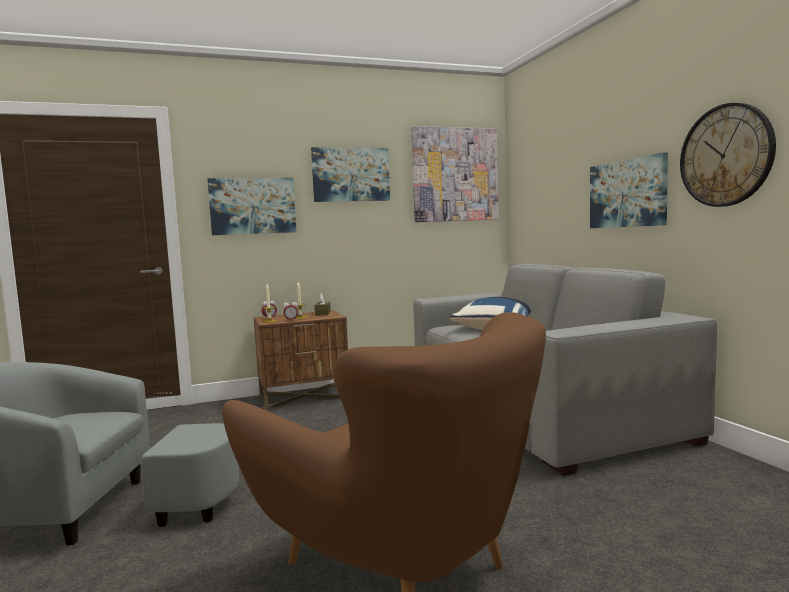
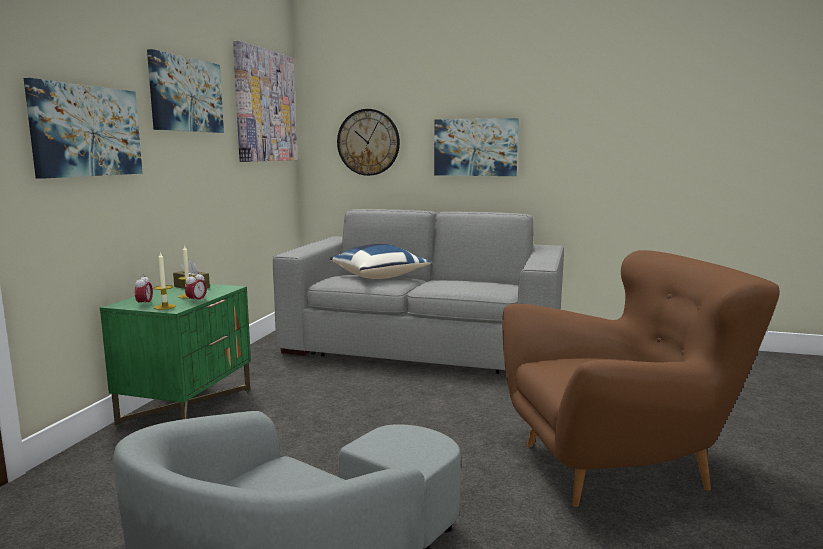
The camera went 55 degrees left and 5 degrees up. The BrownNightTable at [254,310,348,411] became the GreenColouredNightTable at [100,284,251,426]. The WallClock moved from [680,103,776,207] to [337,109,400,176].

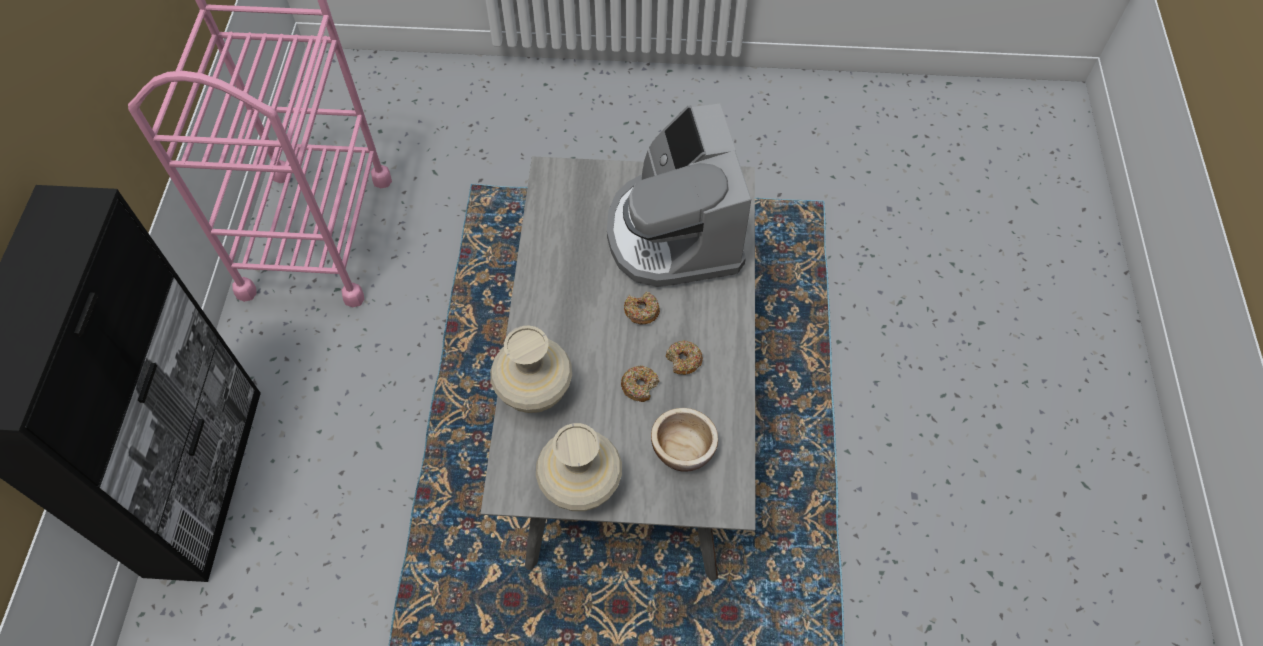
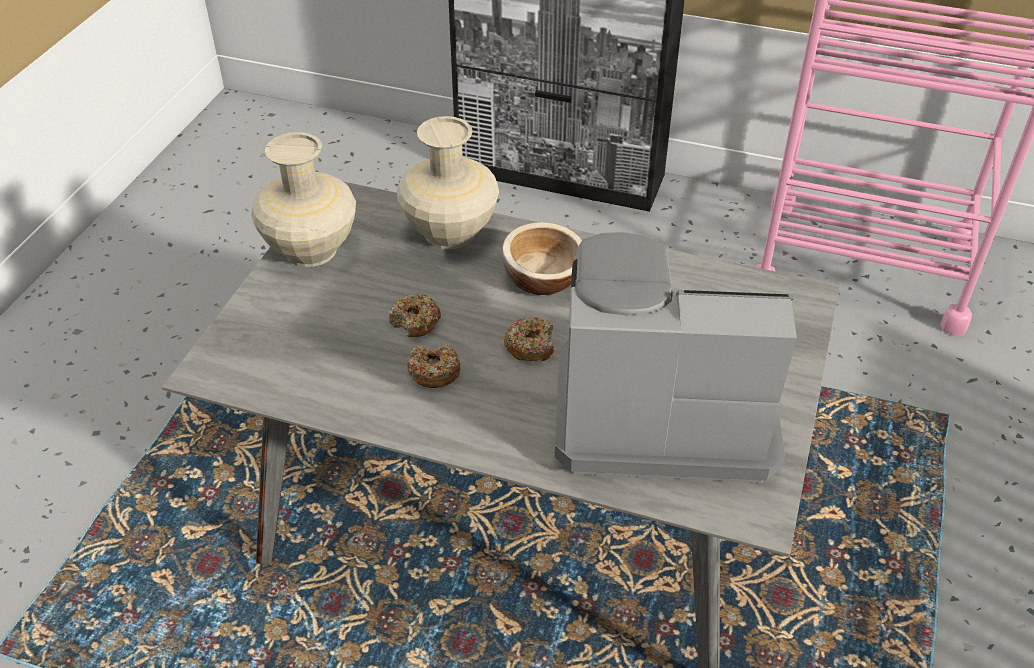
The camera went 105 degrees right and 15 degrees down. The ServingBowl moved from [651,408,718,472] to [502,222,582,295].

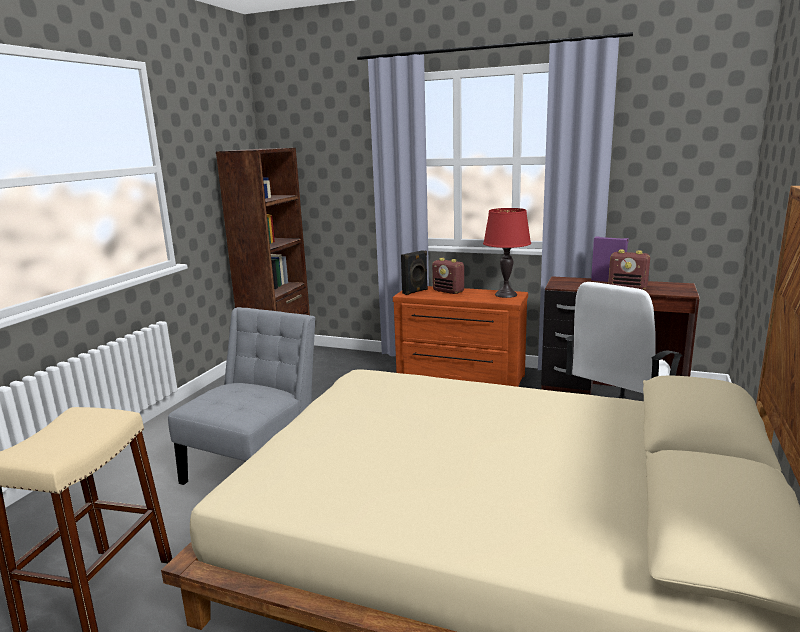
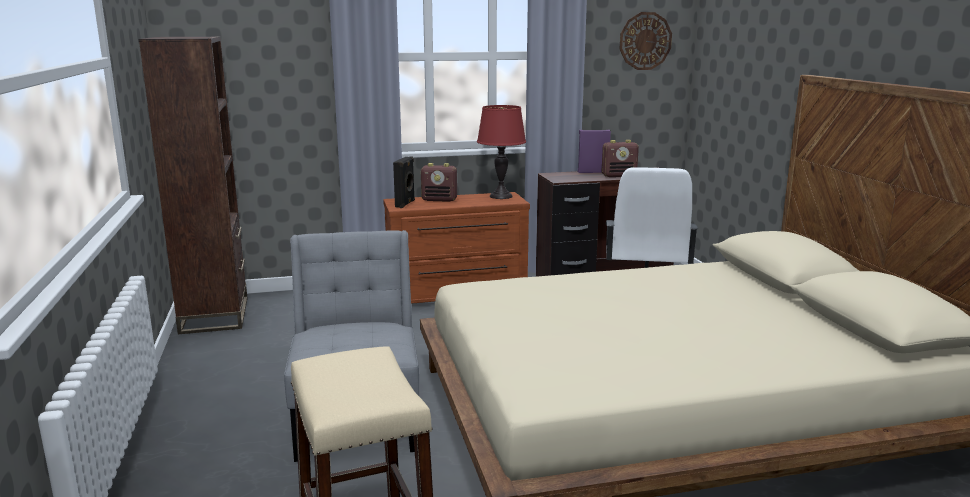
The camera went 35 degrees left and 0 degrees up. The WallClock at [620,12,672,70] appeared.

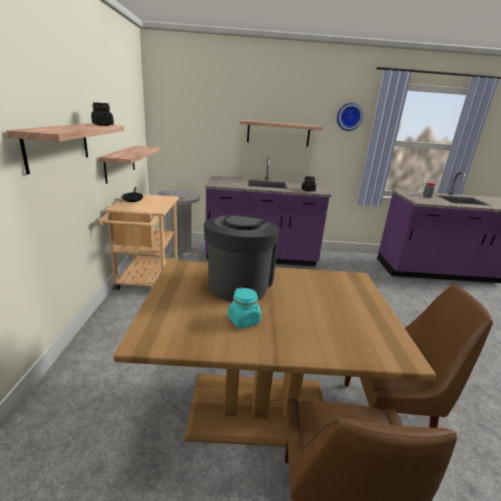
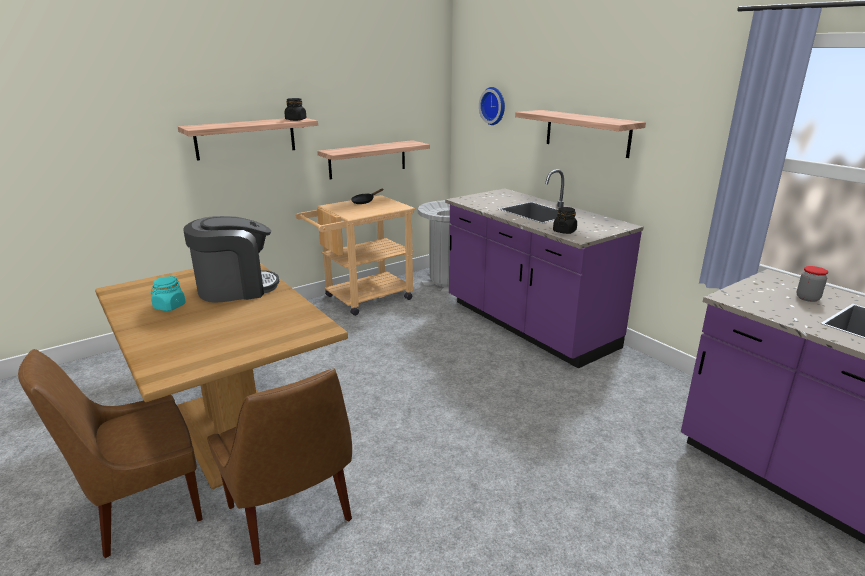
The camera went 55 degrees right and 0 degrees up. The WallClock moved from [337,103,363,131] to [479,87,505,125].

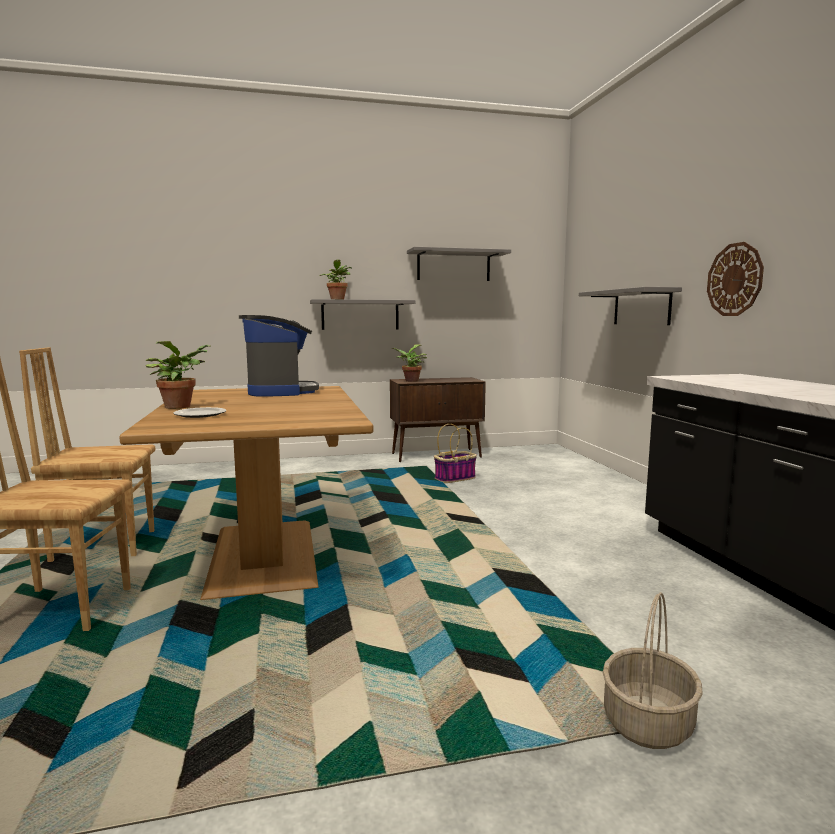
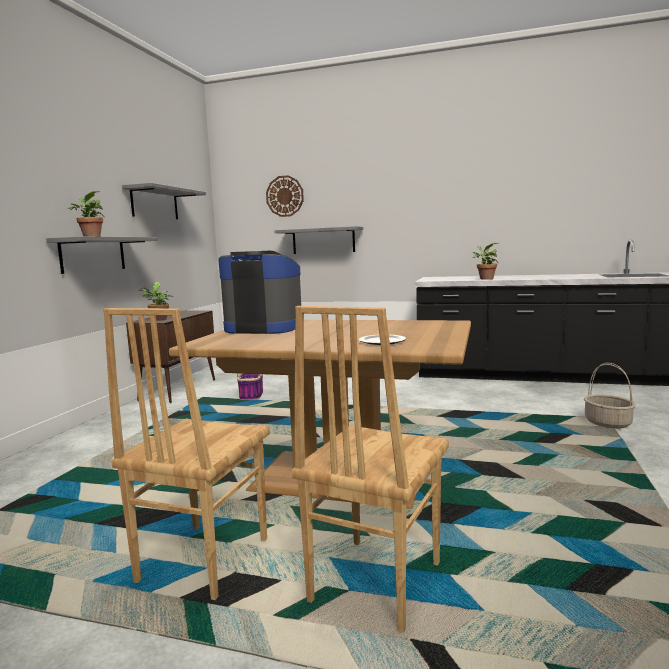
The camera went 60 degrees left and 0 degrees up. The WallClock moved from [707,242,764,316] to [266,175,304,217]. The Houseplant moved from [145,341,212,409] to [472,243,499,280].

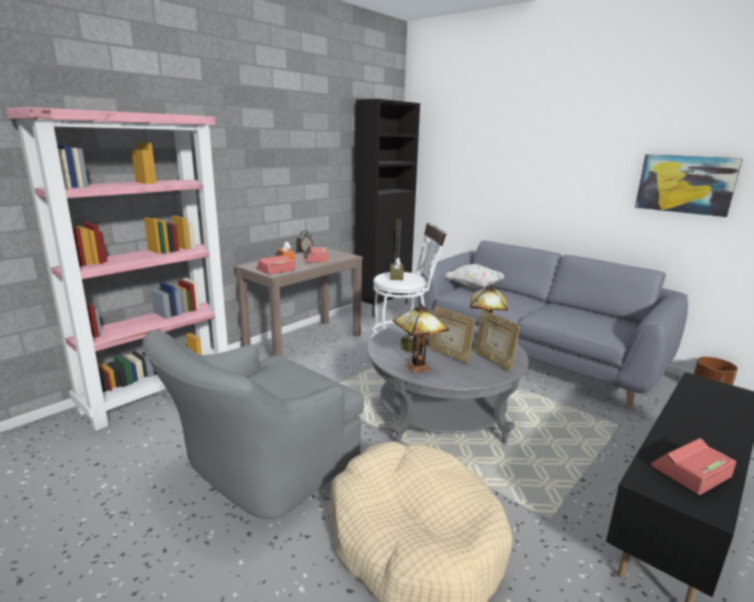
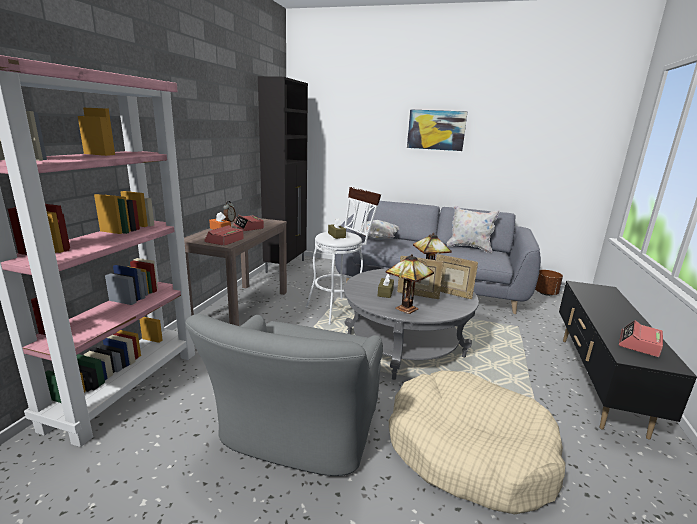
The camera went 25 degrees left and 0 degrees up. The WallPicture moved from [635,154,743,217] to [407,109,467,151]. The WhitishCushion at [446,205,500,253] appeared.

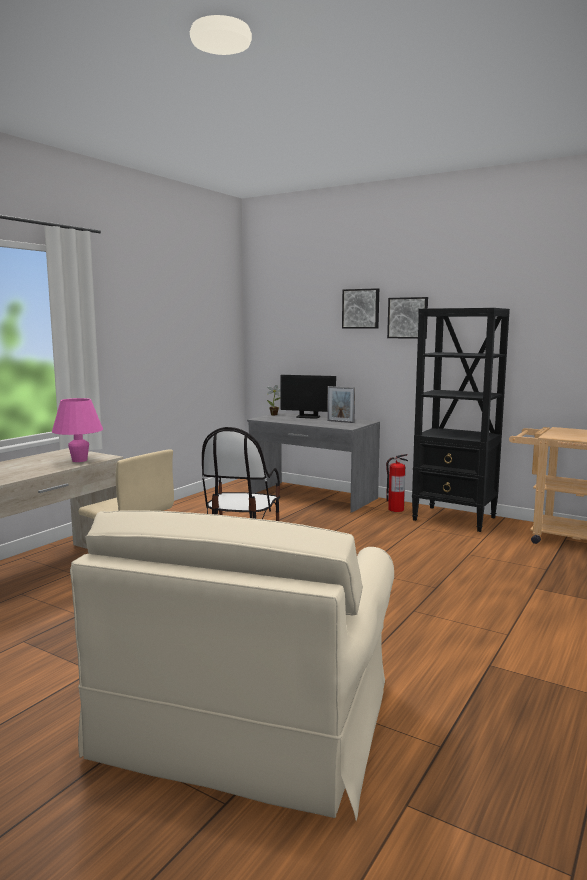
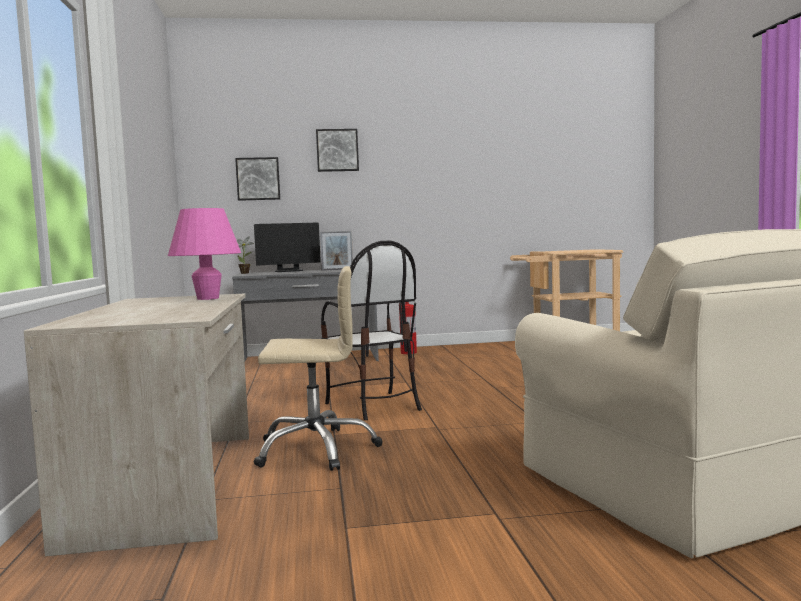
The camera went 40 degrees left and 5 degrees down. The WallPicture moved from [387,297,428,339] to [235,157,280,201]. The BlackShelvingUnit at [412,308,510,532] disappeared.

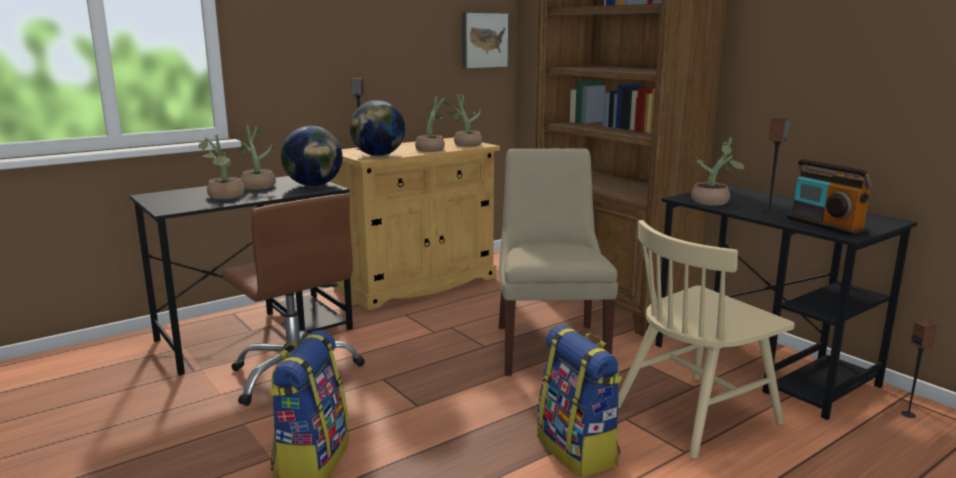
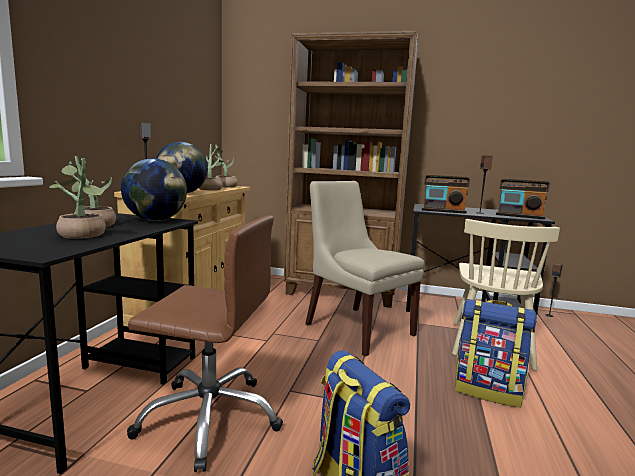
The camera went 40 degrees left and 5 degrees down. The Houseplant at [691,138,745,206] was replaced by the Radio at [422,175,470,214]. The WallPicture at [462,11,509,69] disappeared.

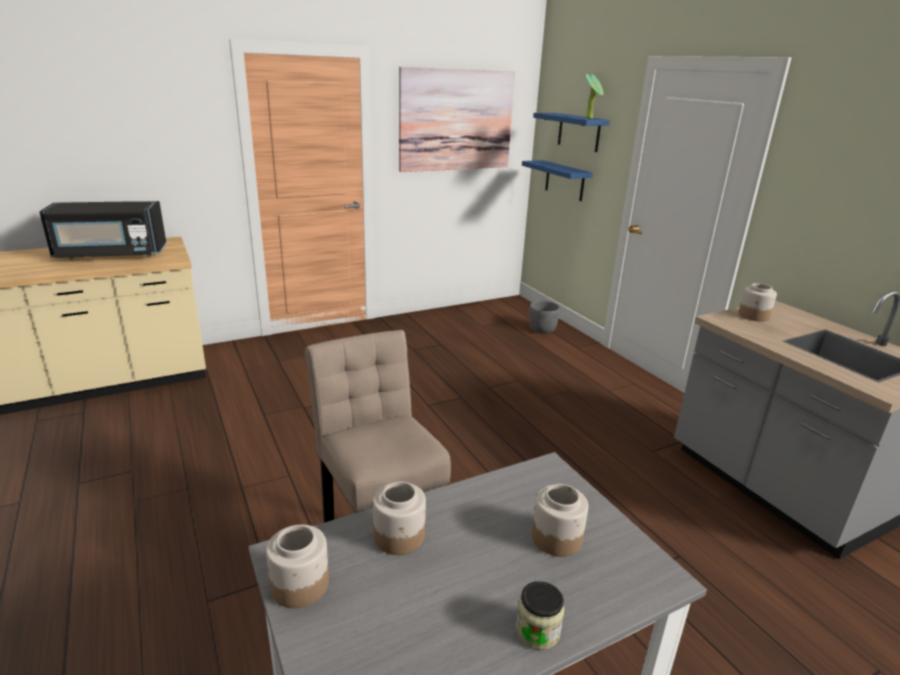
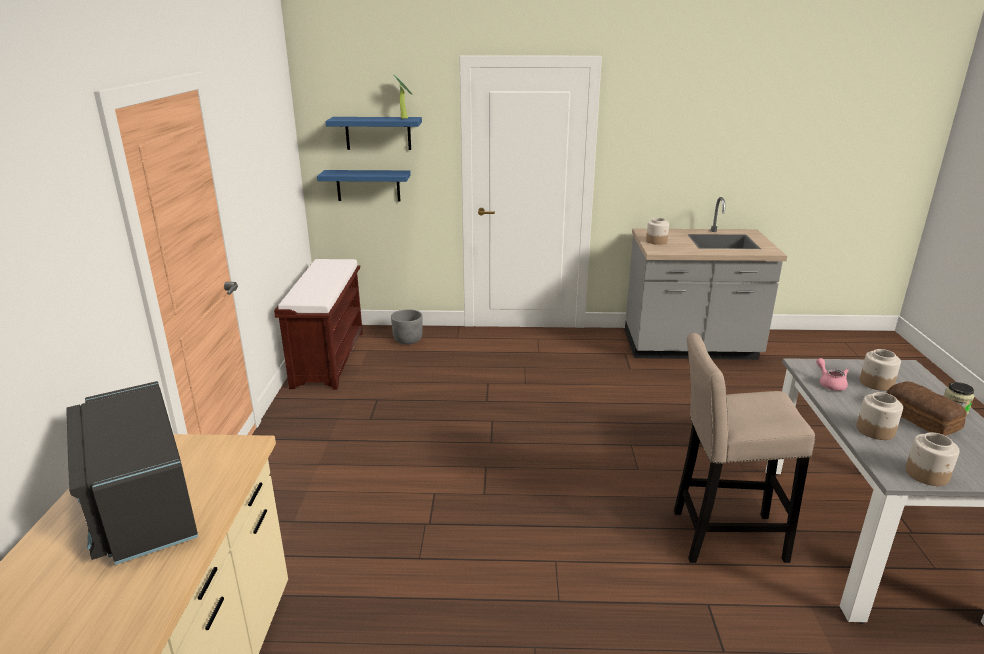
The camera went 60 degrees left and 0 degrees up. The BlackMicrowave at [39,201,166,259] turned 135 degrees clockwise. The BrownIndoorBench at [274,259,363,390] appeared. The PinkishTeapot at [816,358,849,391] appeared. The Bread at [887,382,967,436] appeared. The WallPicture at [399,67,515,172] disappeared.

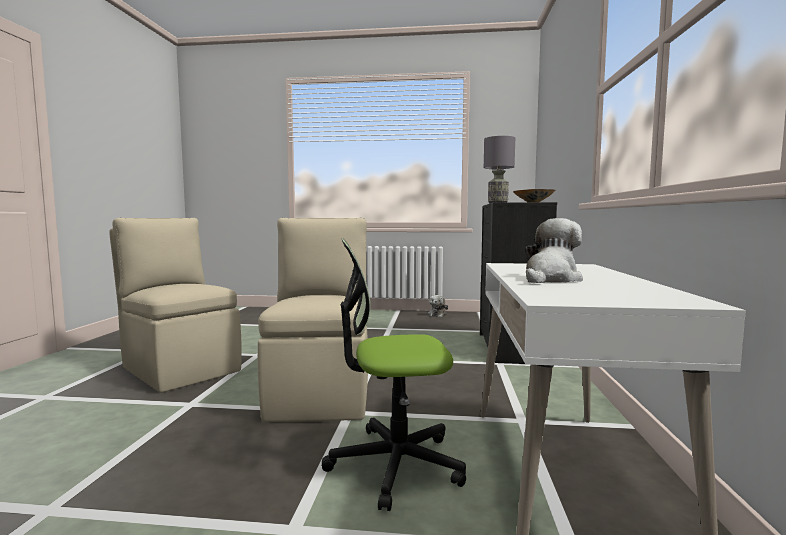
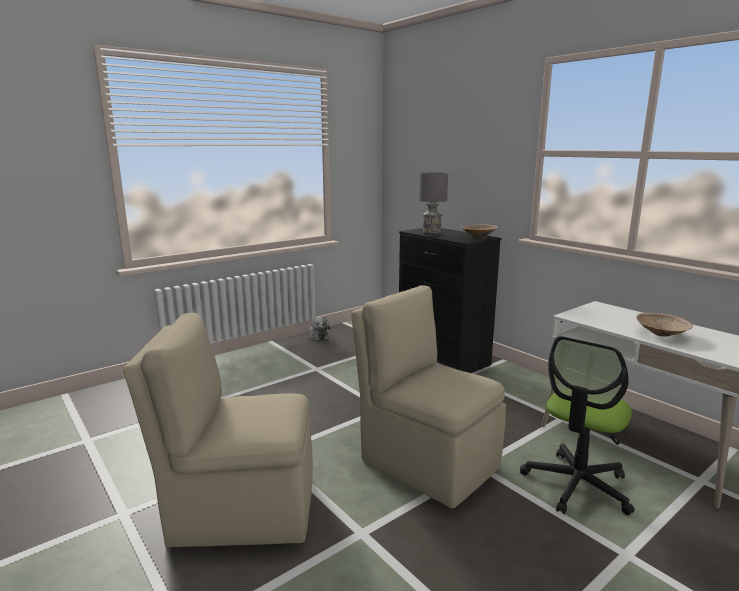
The camera went 45 degrees left and 10 degrees up. The PlushToy at [525,218,583,283] was replaced by the BeigeColouredServingBowl at [636,313,693,337].

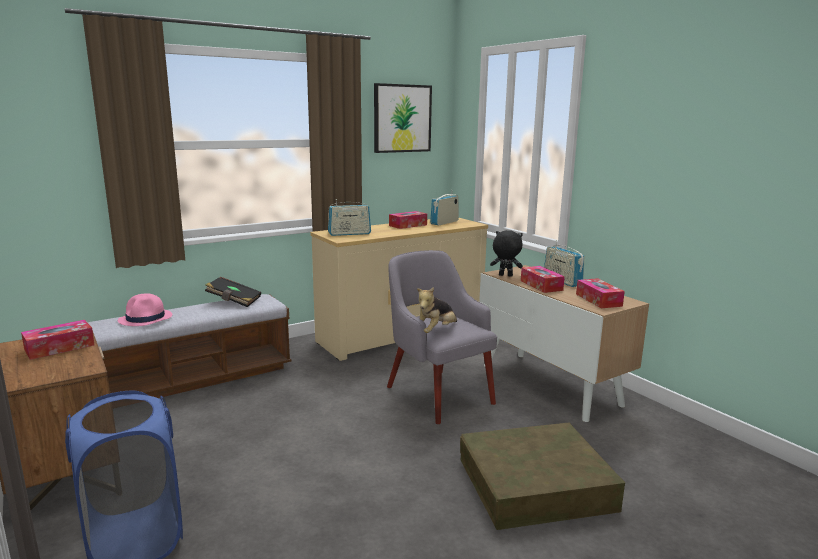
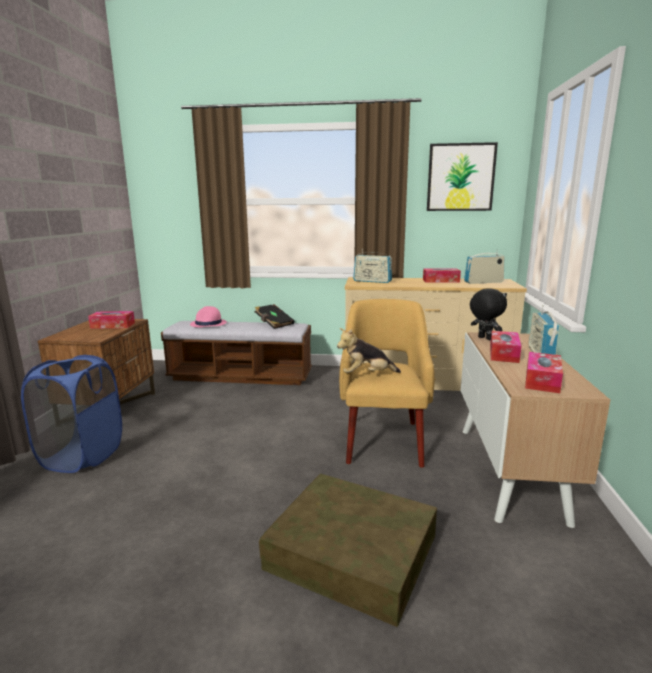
The camera went 40 degrees right and 0 degrees up. The GreyArmchair at [387,250,497,424] became the YellowishArmchair at [339,299,435,468].

